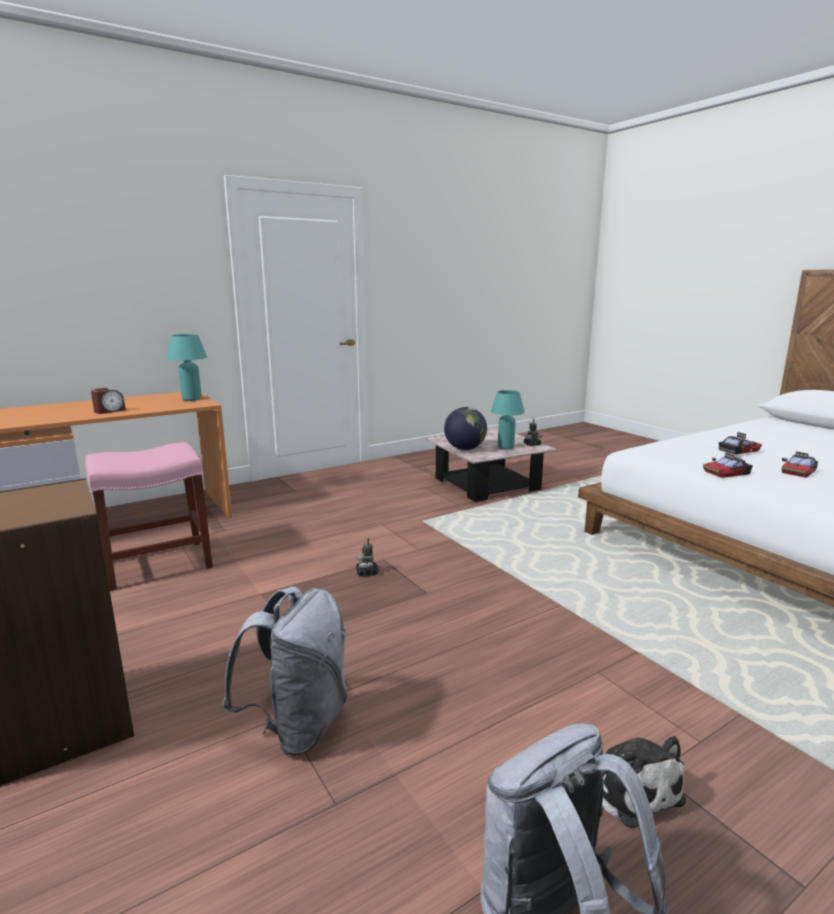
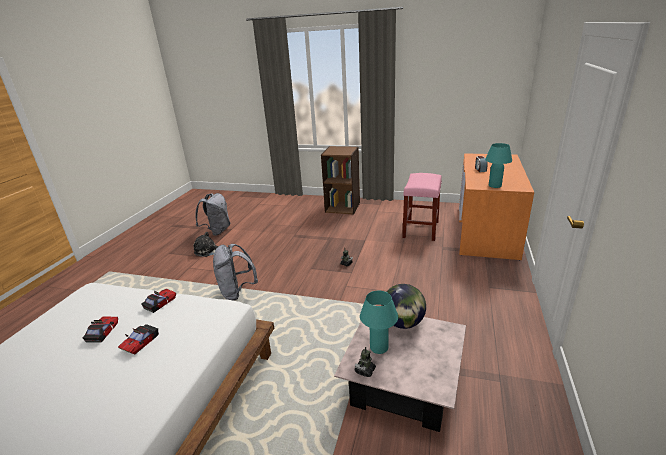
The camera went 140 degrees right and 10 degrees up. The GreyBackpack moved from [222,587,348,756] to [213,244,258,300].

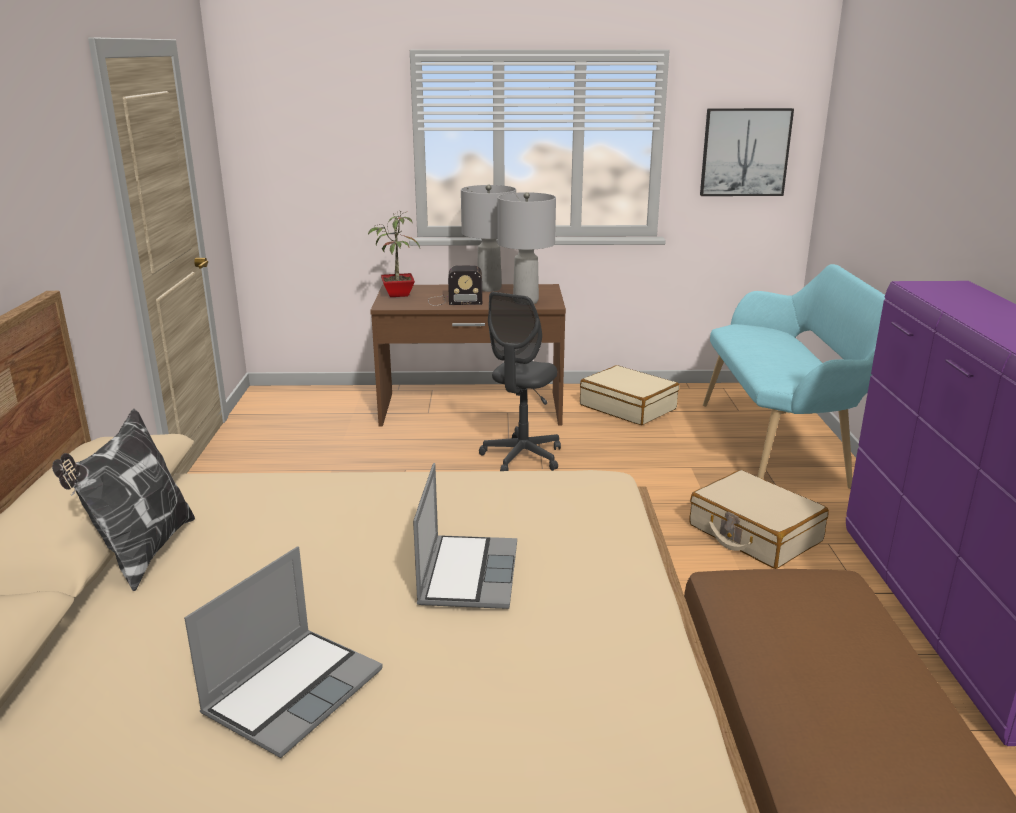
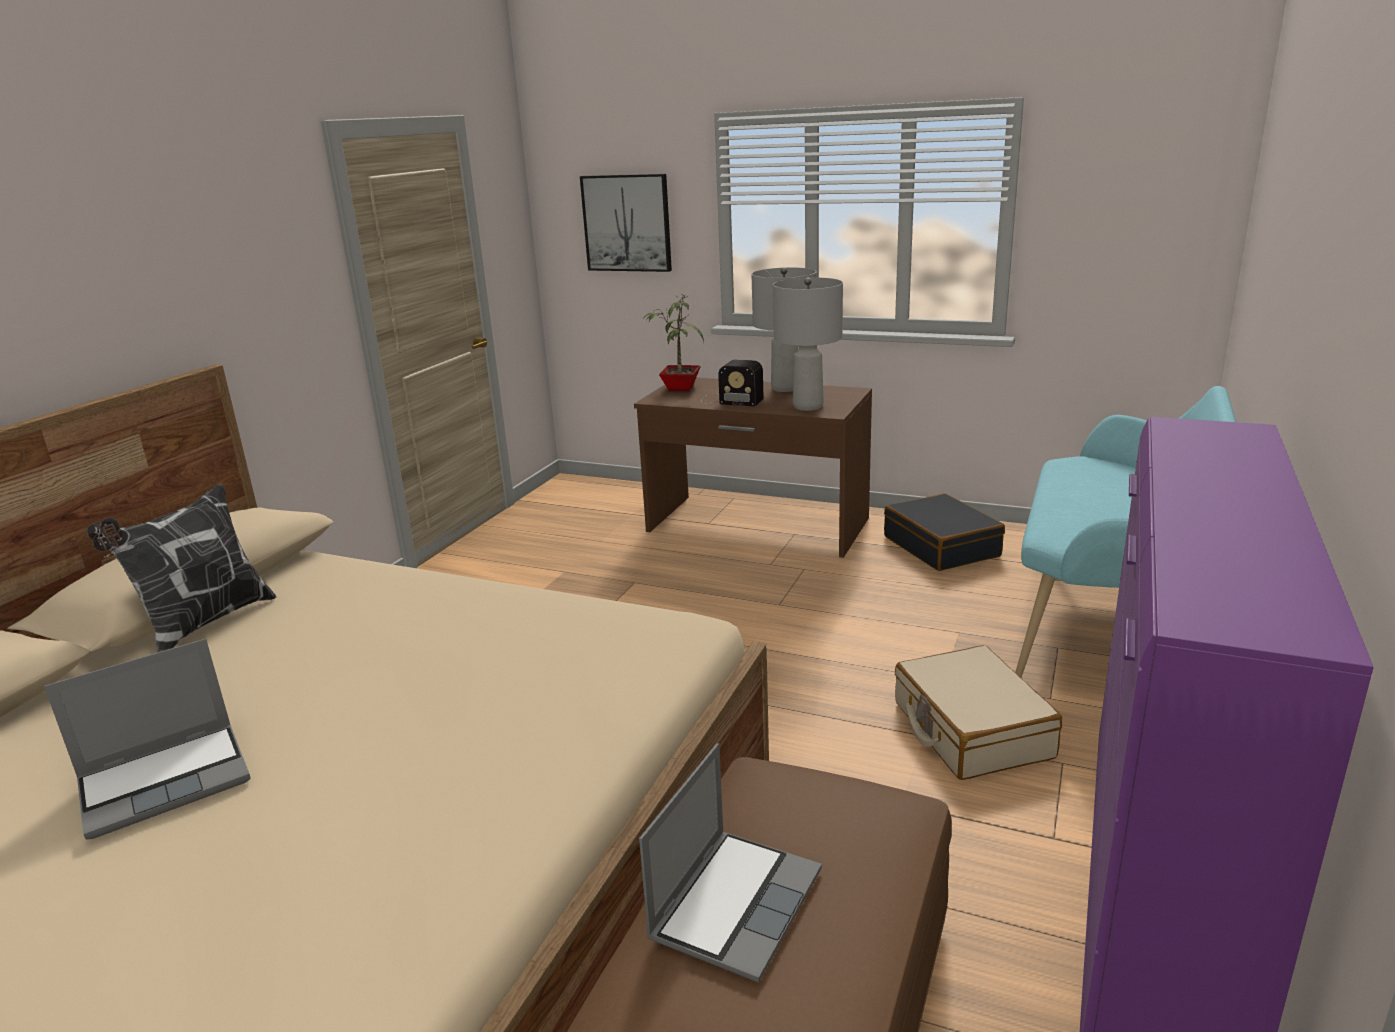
The camera went 25 degrees right and 0 degrees up. The WallPicture moved from [700,108,794,196] to [580,174,672,272]. The Laptop moved from [413,463,517,609] to [639,743,822,983]. The BeigeColouredTravelCase at [580,365,679,425] became the BlackTravelCase at [884,493,1005,571]. The GreyDeskChair at [479,292,561,471] disappeared.

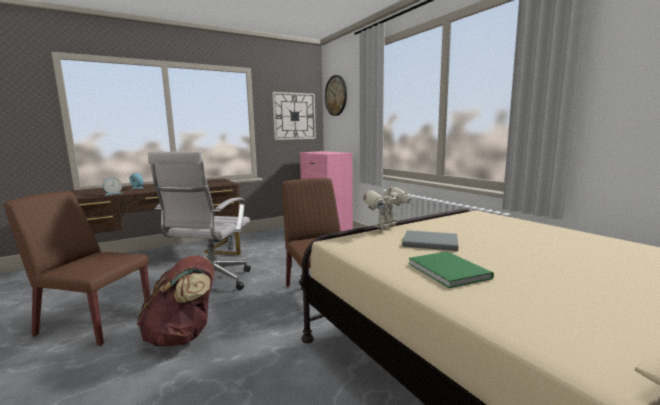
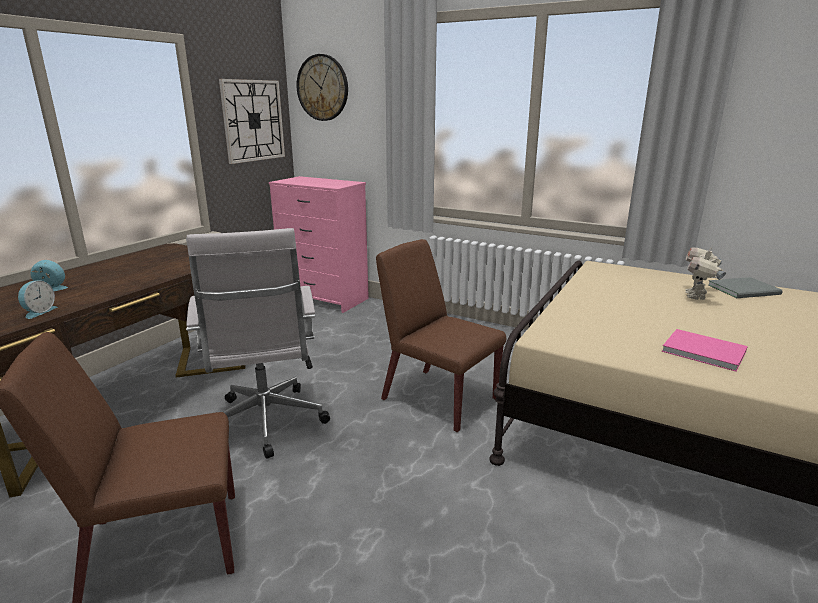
The camera went 30 degrees left and 10 degrees up. The GreenColouredBook at [409,251,494,288] became the PinkishBook at [662,329,748,371]. The RobotFigure moved from [363,183,412,229] to [685,246,726,300]. The GreyBook moved from [402,230,458,251] to [708,277,783,298]. The BrownBackpack at [136,256,214,347] disappeared.

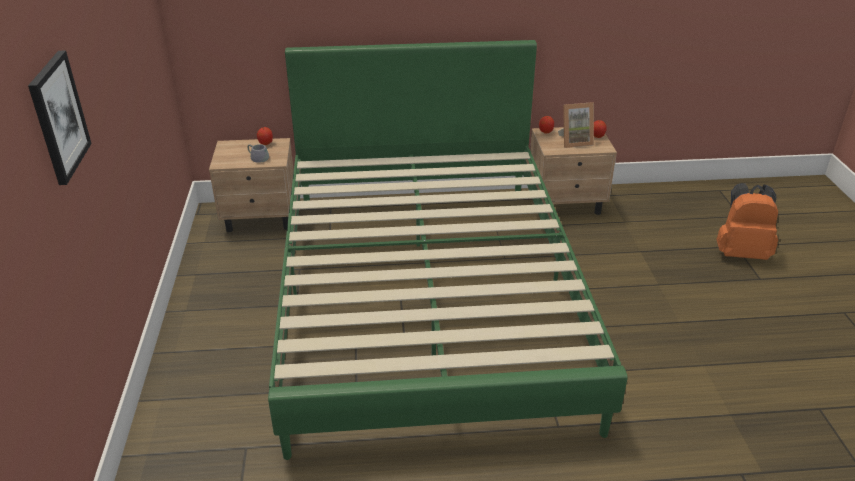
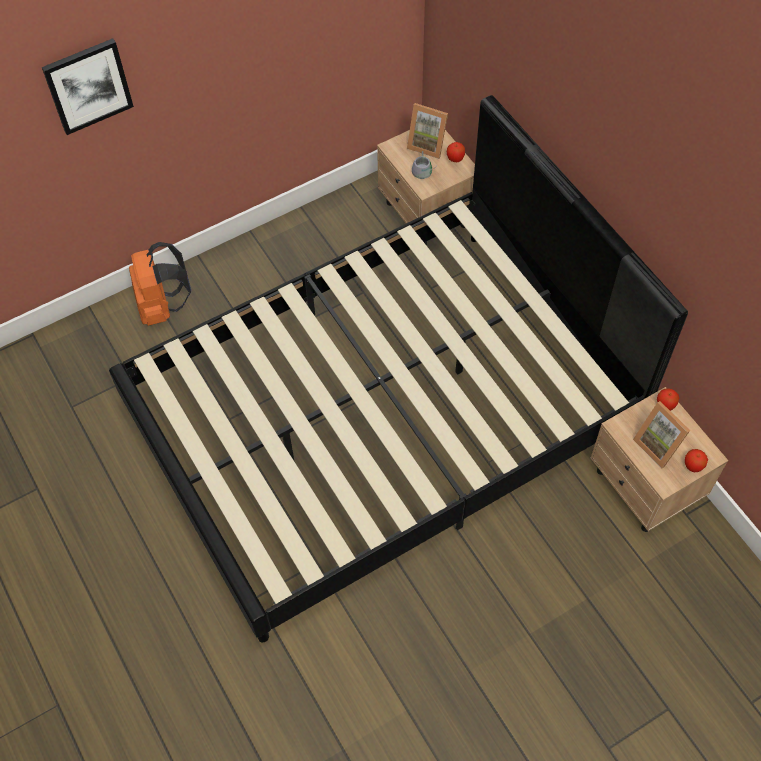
The camera went 65 degrees right and 25 degrees up. The GreenColouredSleepingBed at [268,40,628,460] became the BlackSleepingBed at [109,95,688,643]. The OrangeColouredBackpack moved from [717,183,778,260] to [129,242,191,326]. The PictureFrame at [407,103,448,159] appeared.

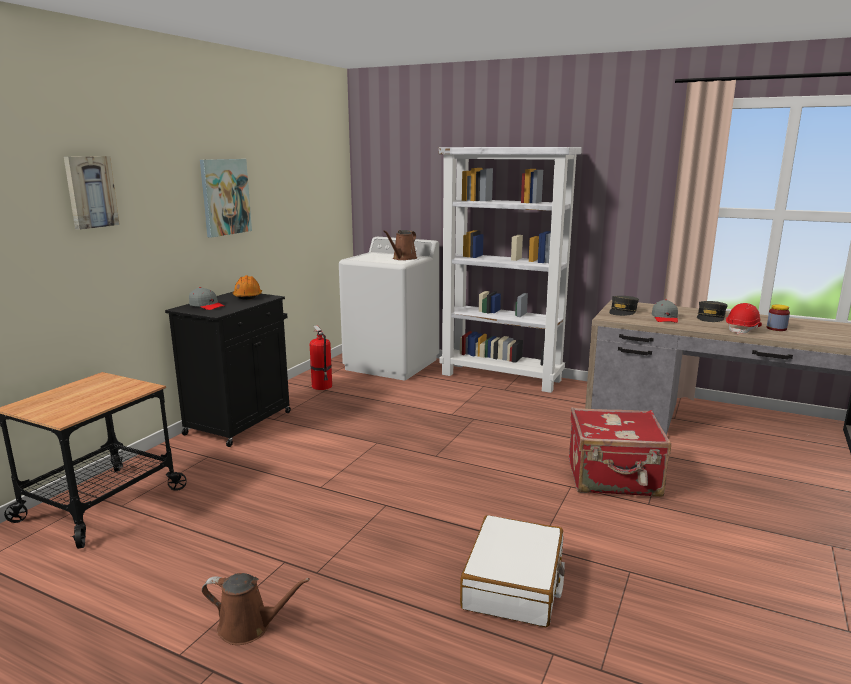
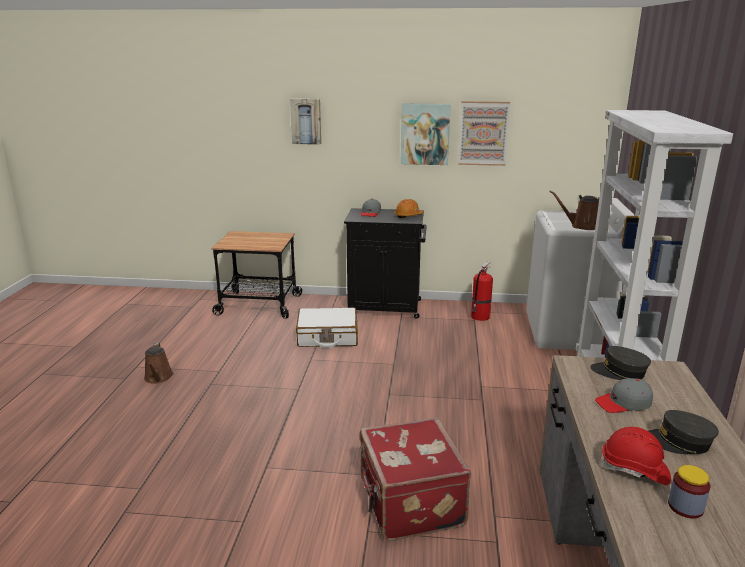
The camera went 70 degrees right and 5 degrees up. The WhitishTravelCase moved from [460,515,565,627] to [296,308,358,348]. The WallPicture at [458,101,510,166] appeared.

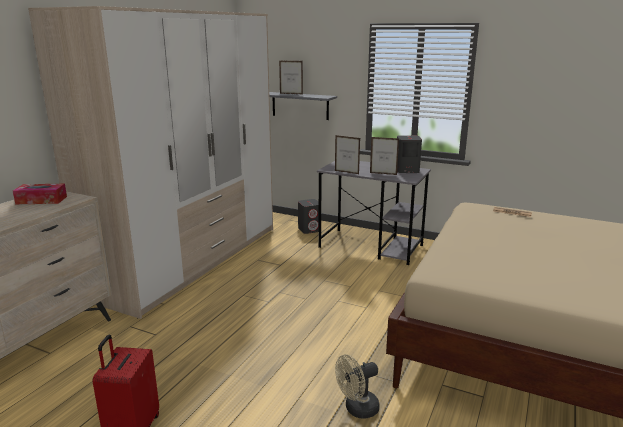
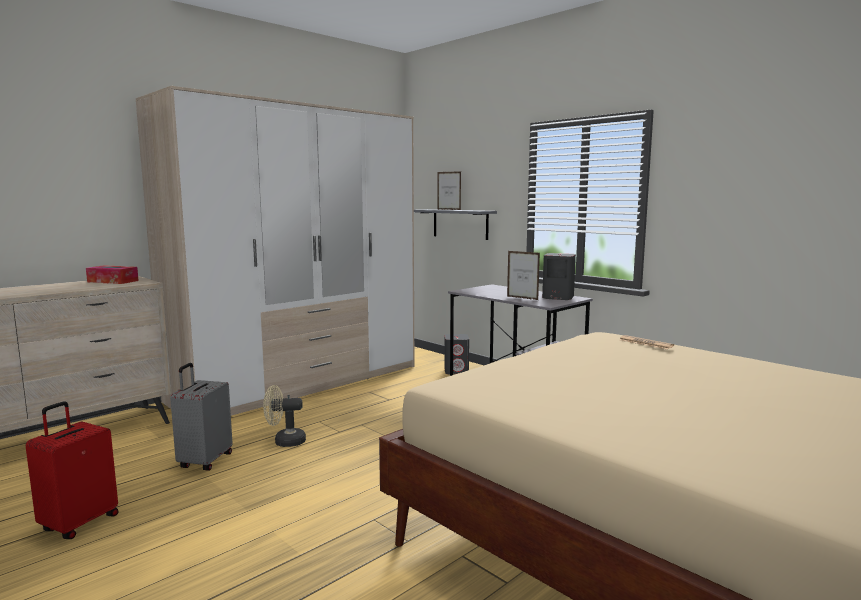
The camera went 20 degrees right and 10 degrees down. The GreyTravelCase at [170,363,232,471] appeared. The BeigeColouredFan moved from [335,354,380,419] to [263,385,306,447]. The PictureFrame at [335,135,360,174] disappeared.

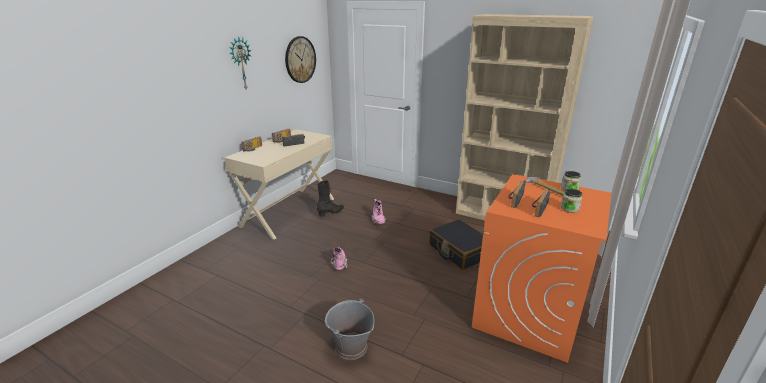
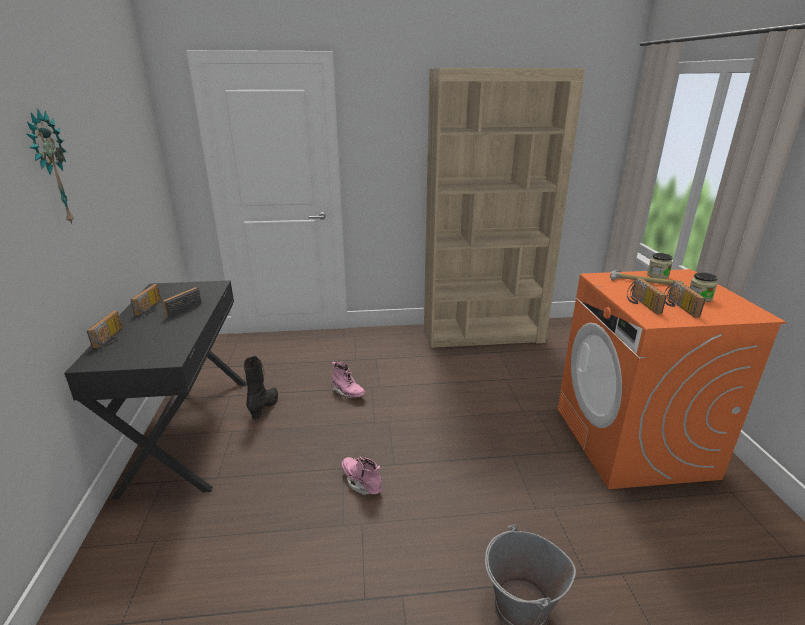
The camera went 35 degrees left and 0 degrees up. The BeigeColouredDeskUnit at [224,129,334,240] became the BlackDeskUnit at [64,280,247,500]. The WallClock at [285,36,316,83] disappeared. The BlackTravelCase at [429,219,483,270] disappeared.

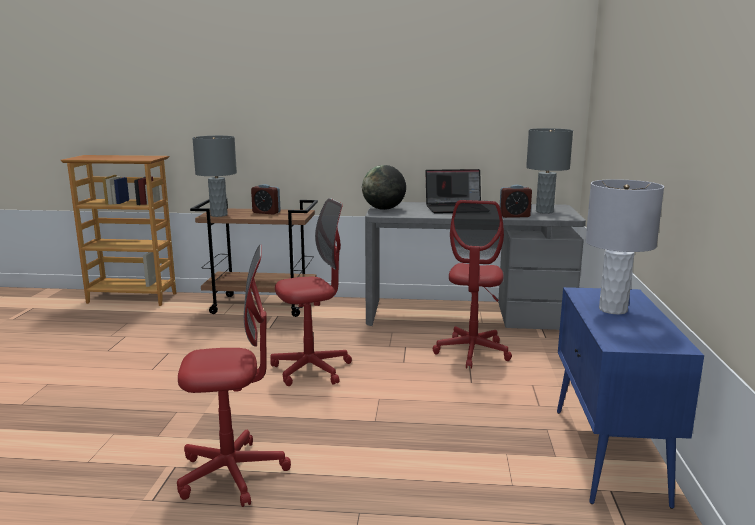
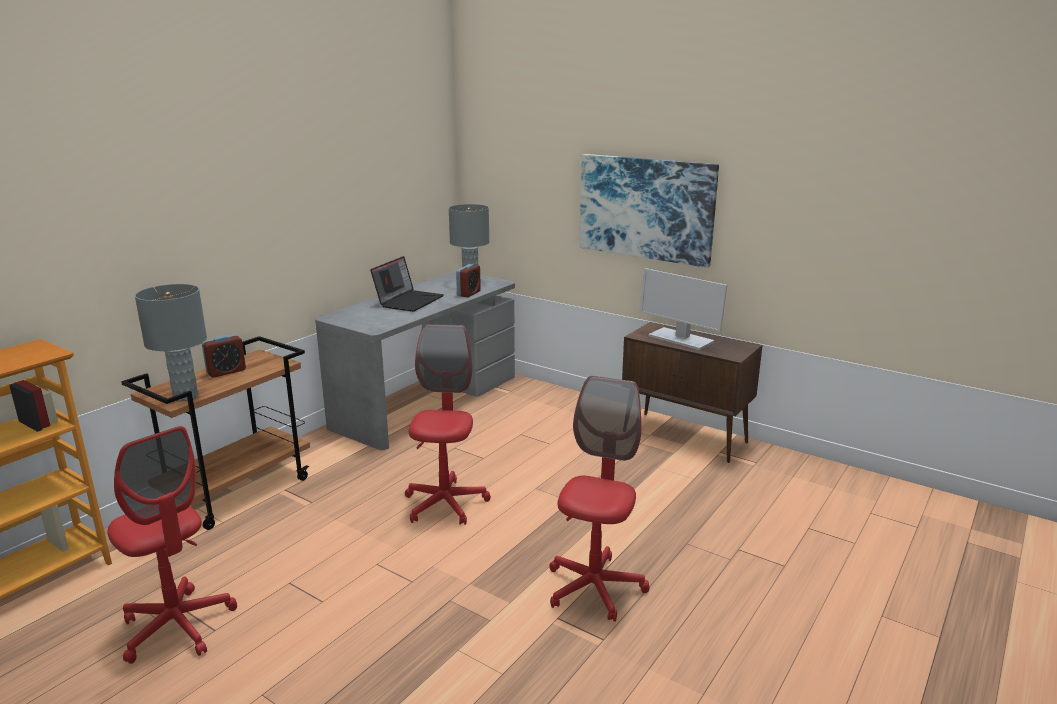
The camera went 60 degrees left and 5 degrees up. The RedColouredDeskChair moved from [433,200,512,369] to [108,426,237,664]. The WallPicture at [579,154,719,268] appeared. The BlueStorageCabinet at [557,287,704,509] became the BrownStorageCabinet at [622,322,763,463]. The GreyLampForATable at [585,179,664,315] was replaced by the ComputerDisplay at [639,268,727,350]. The WorldGlobe at [362,165,406,210] disappeared.

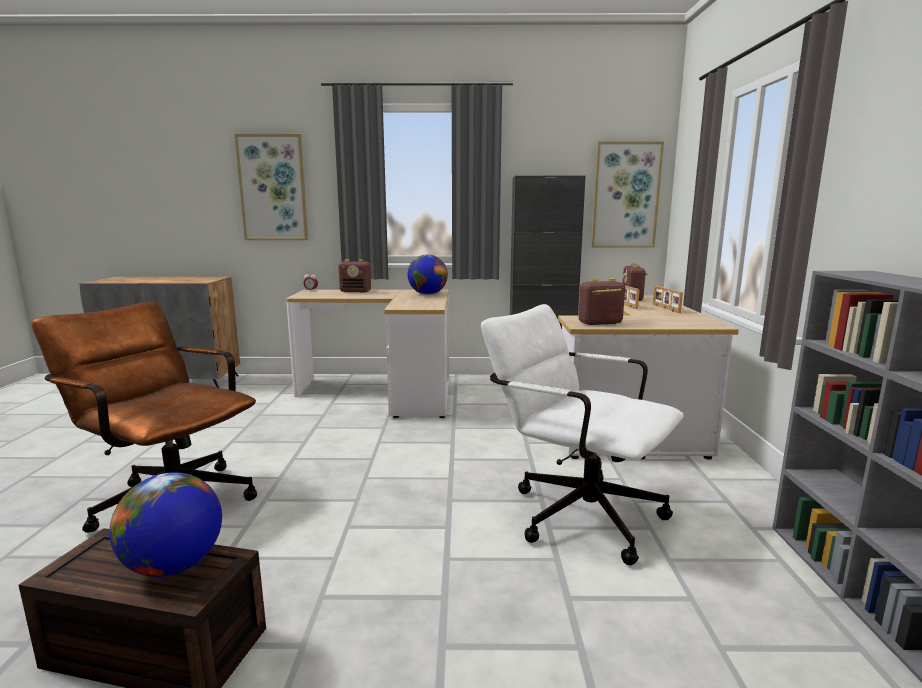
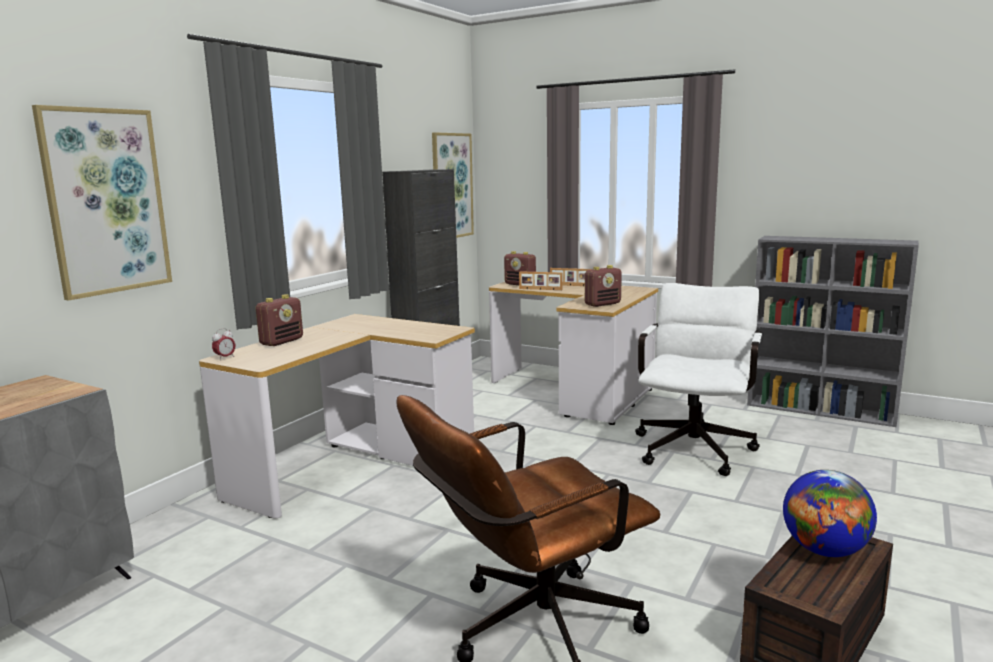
The camera went 60 degrees left and 0 degrees up. The Radio at [578,278,625,325] turned 135 degrees counterclockwise. The WhitishDeskChair at [481,304,684,565] turned 135 degrees clockwise. The WorldGlobe at [408,254,448,295] disappeared.

